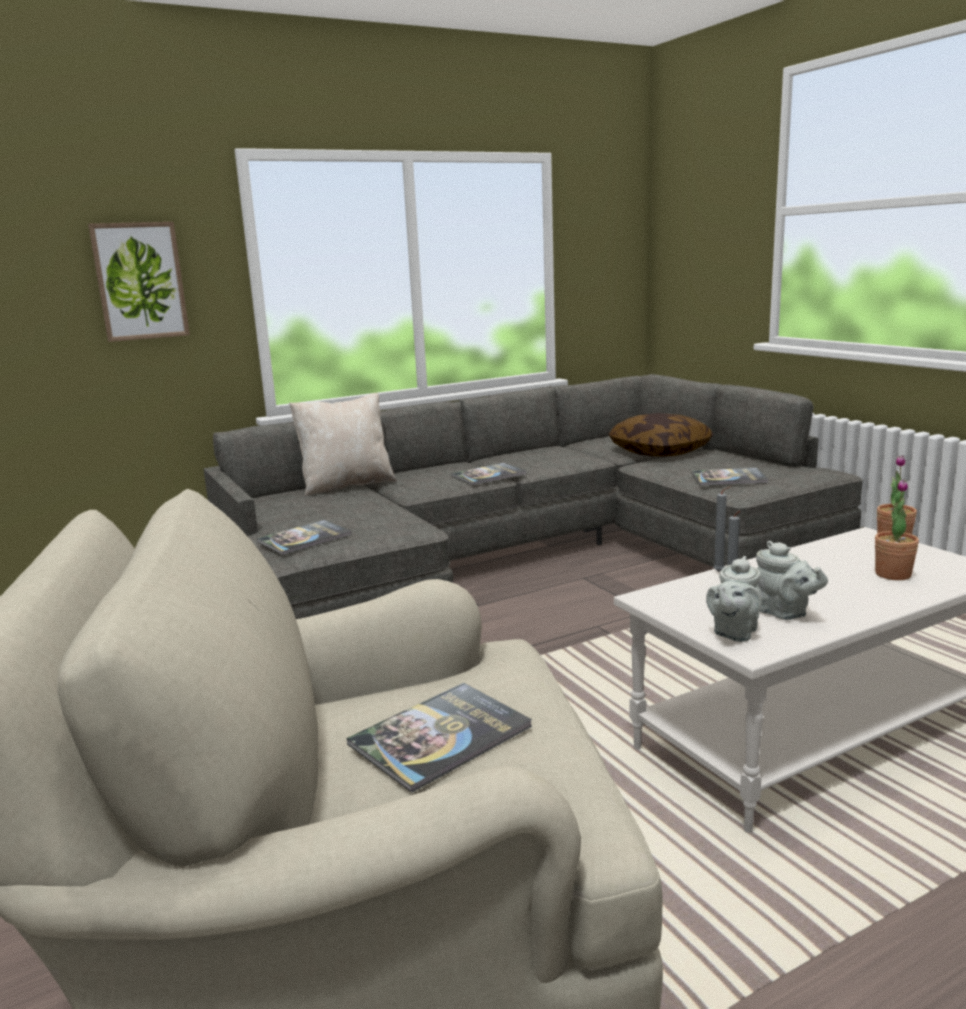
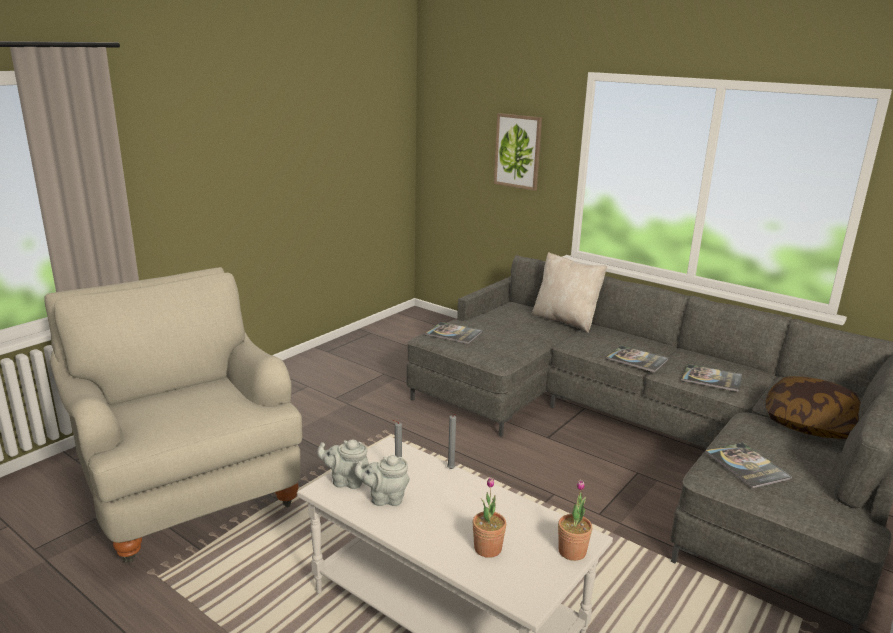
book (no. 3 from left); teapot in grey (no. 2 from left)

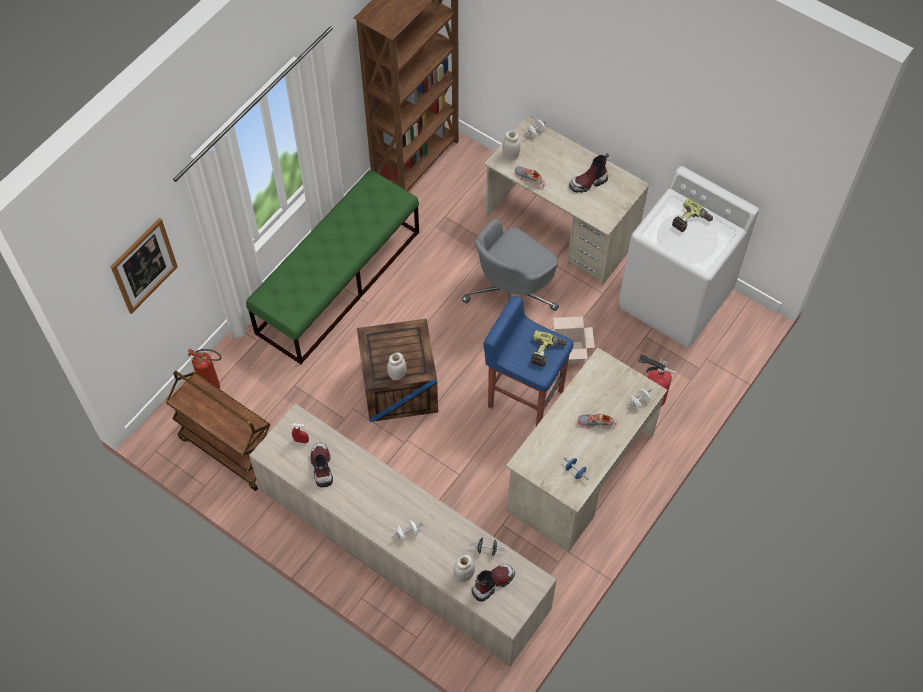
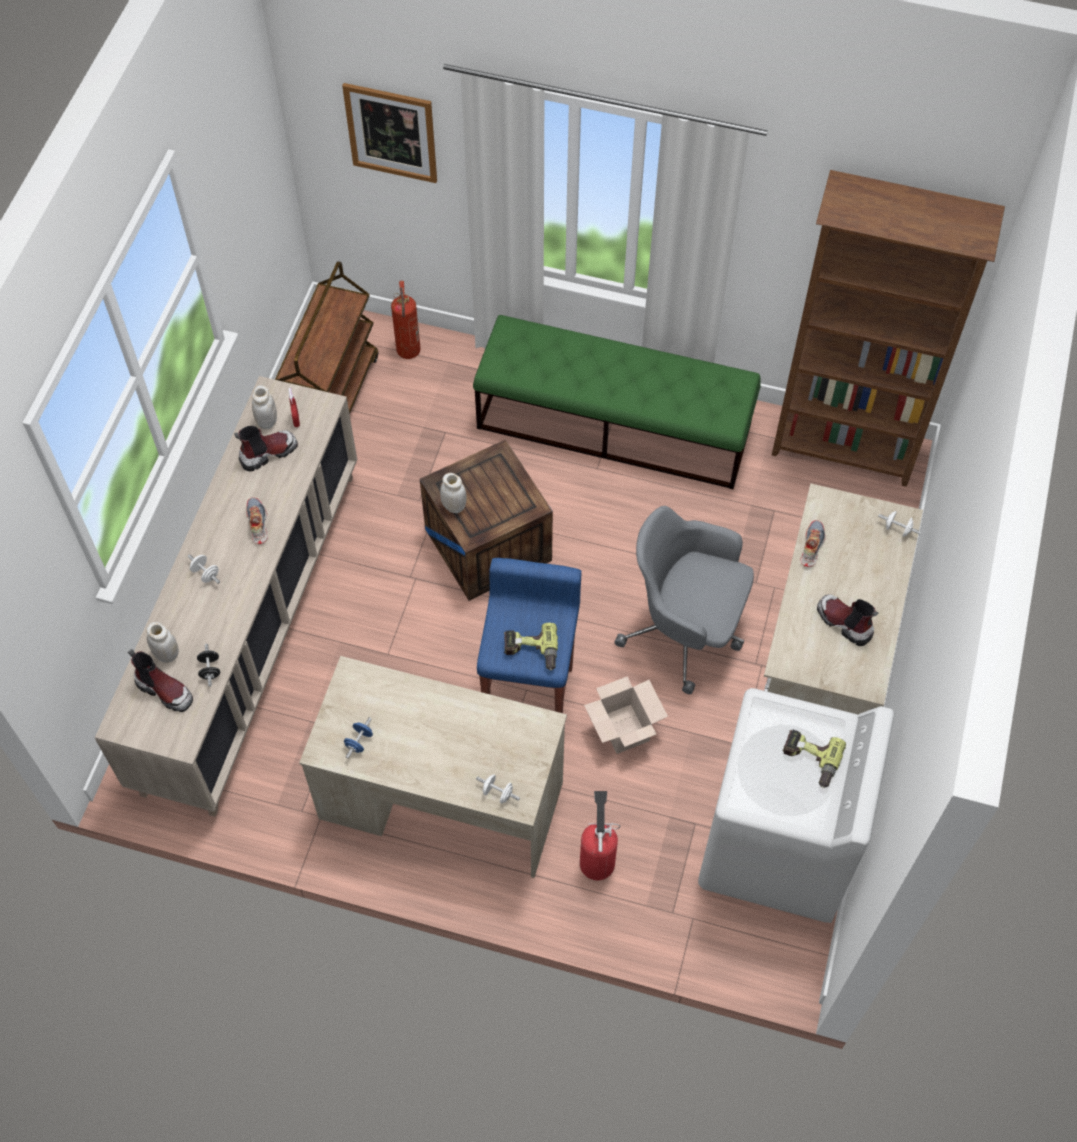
jar in white (no. 2 from left); shoe (no. 1 from left)

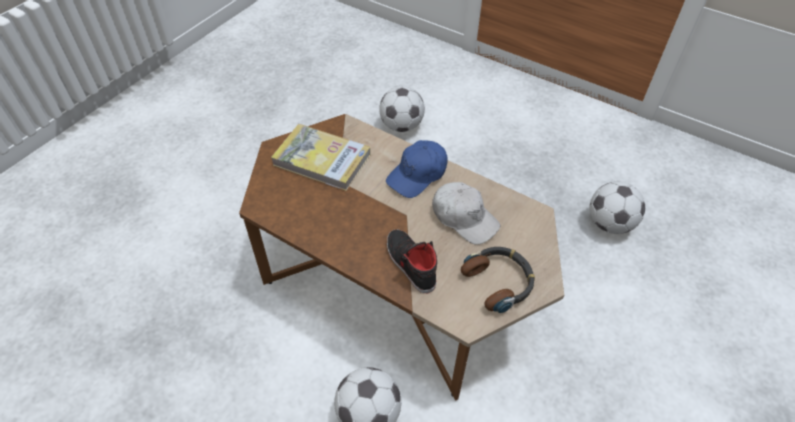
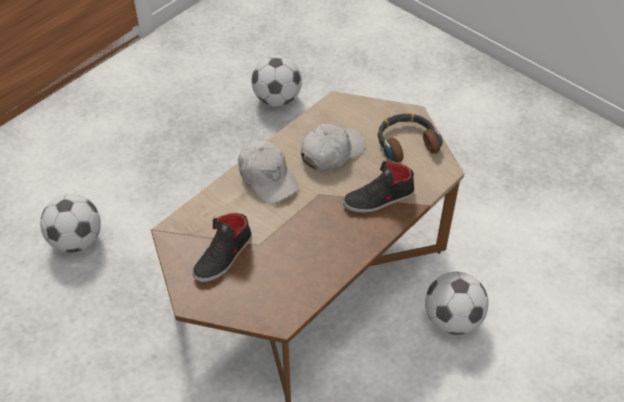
shoe in black (no. 1 from left); cap in white (no. 1 from left)

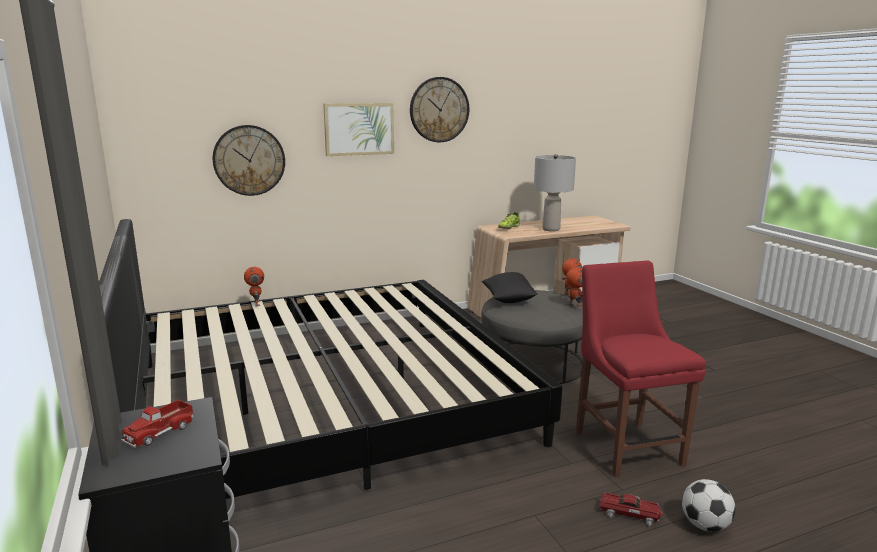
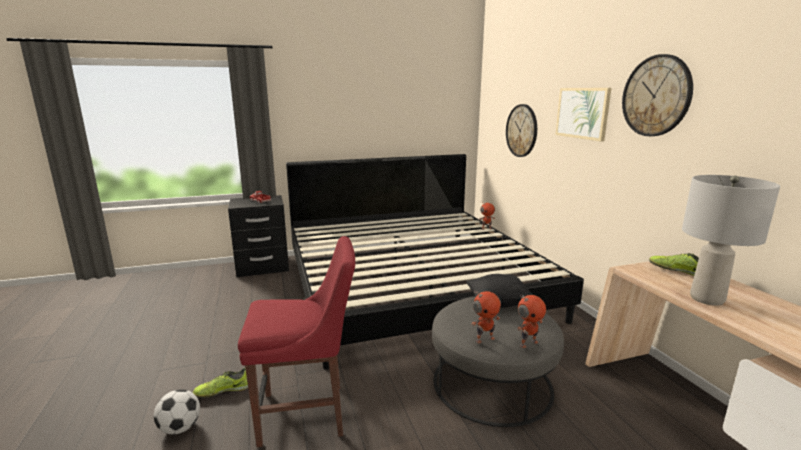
shoe (no. 1 from left)

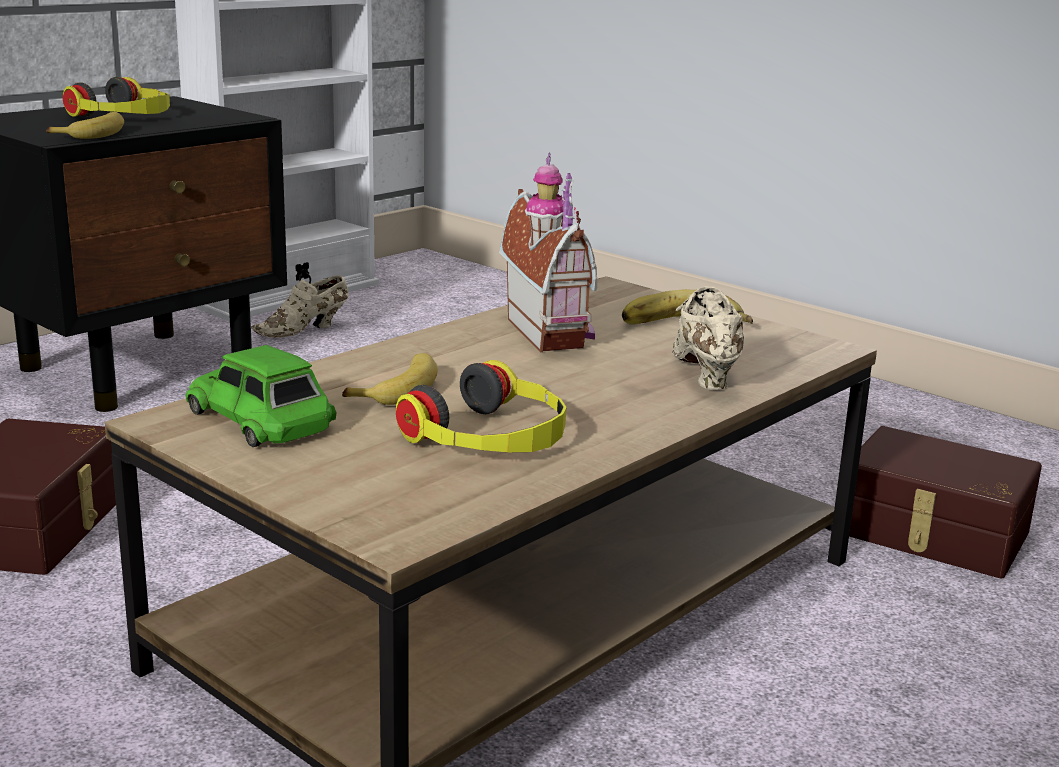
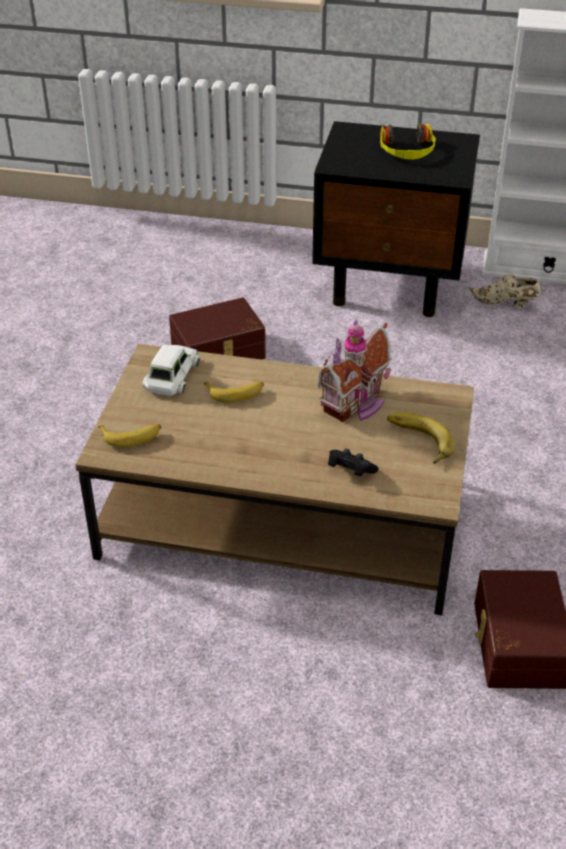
headphones (no. 2 from left in the first image); banana (no. 1 from left); game controller in black; toy car in white

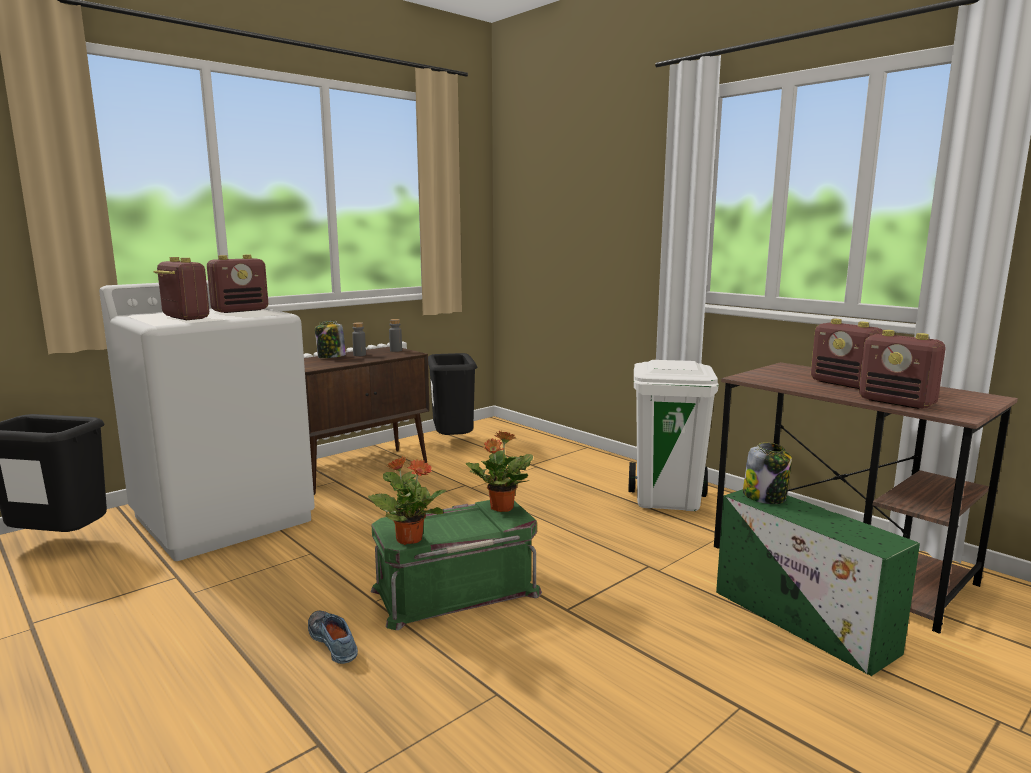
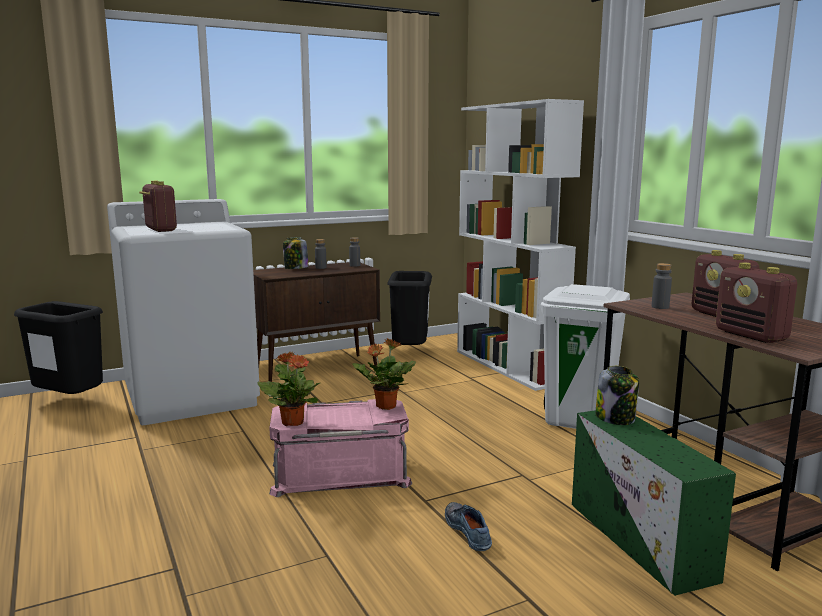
radio (no. 2 from left in the first image); bookcase in white; bottle in grey (no. 3 from left); shoe; storage box in pink

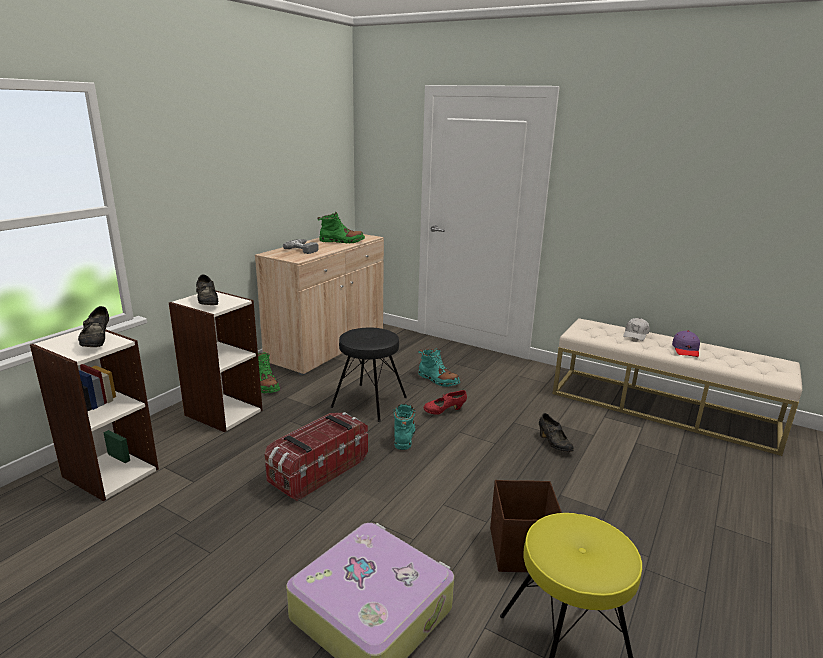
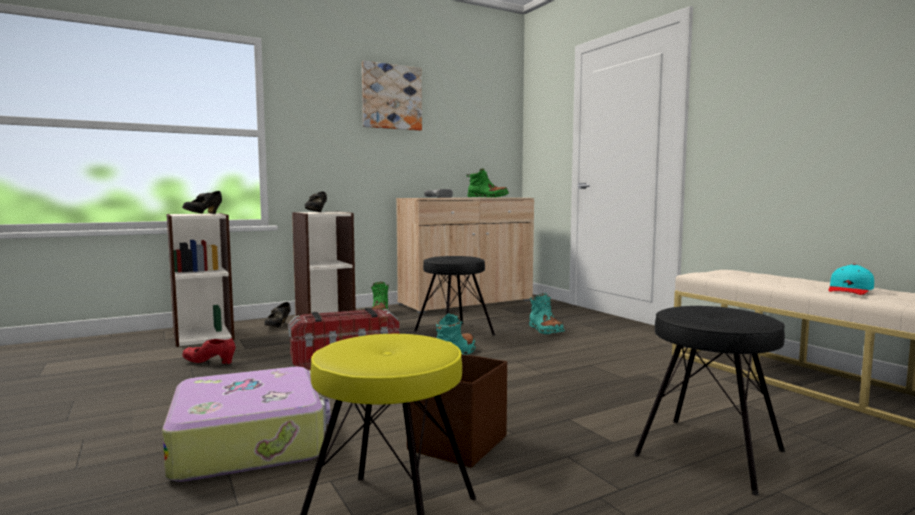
cap in white; picture; stool in black (no. 2 from left); shoe in red; shoe in black (no. 2 from left); cap in turquoise

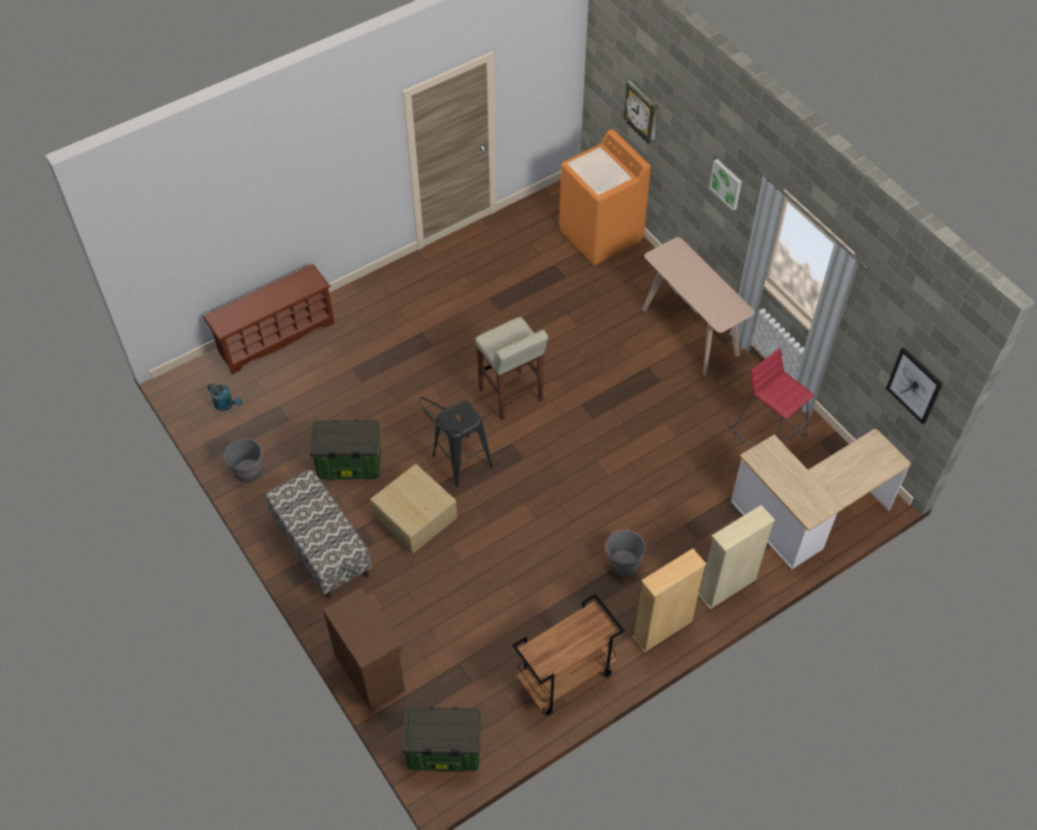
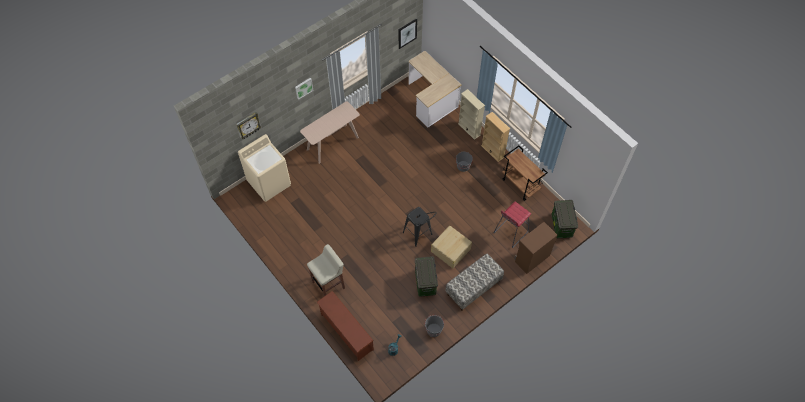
stool in beige; stool in red; washing machine in beige

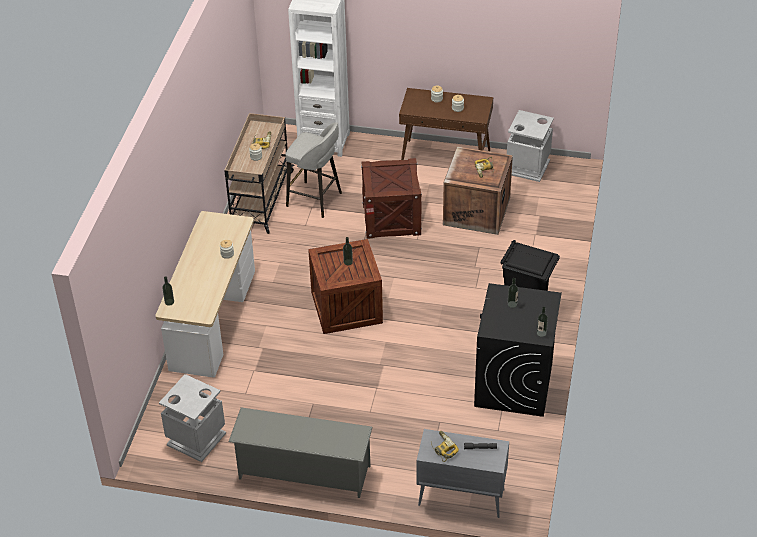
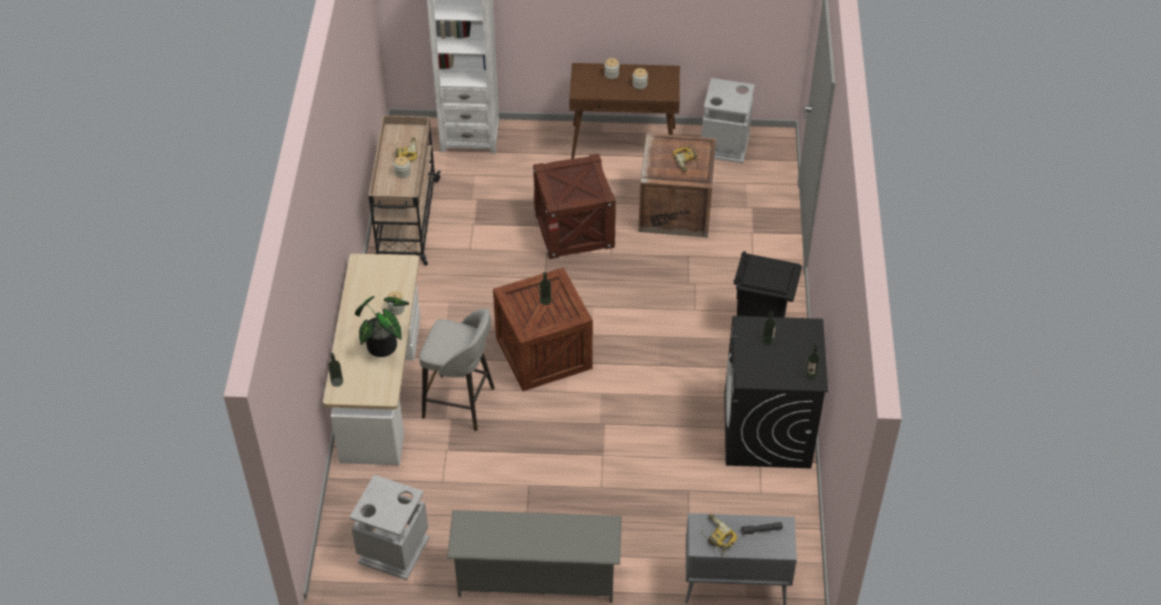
potted plant; stool in grey

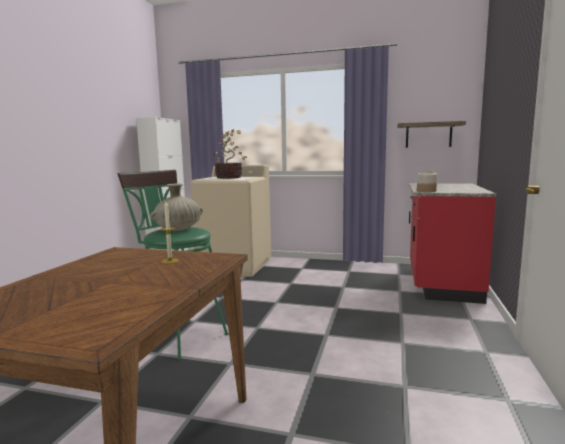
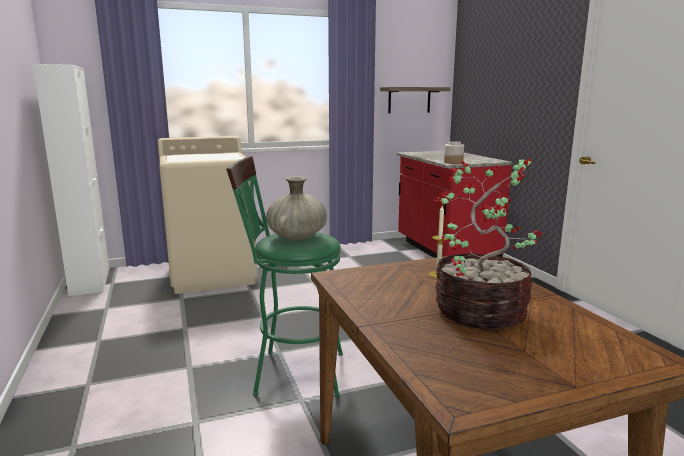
potted plant

